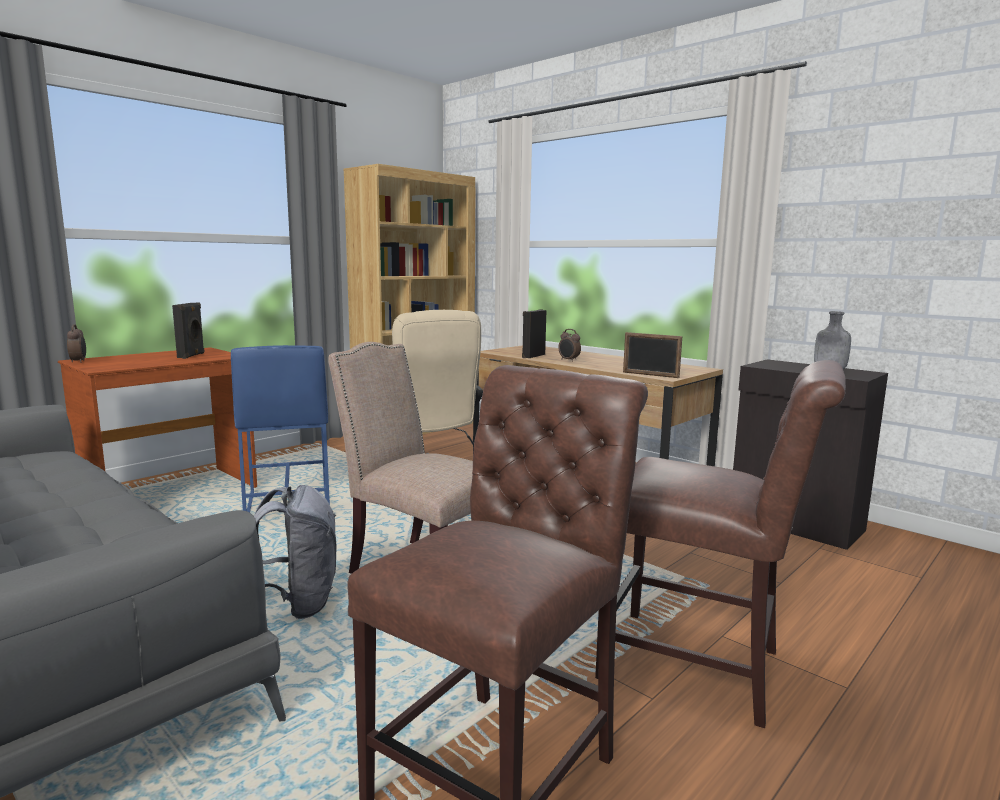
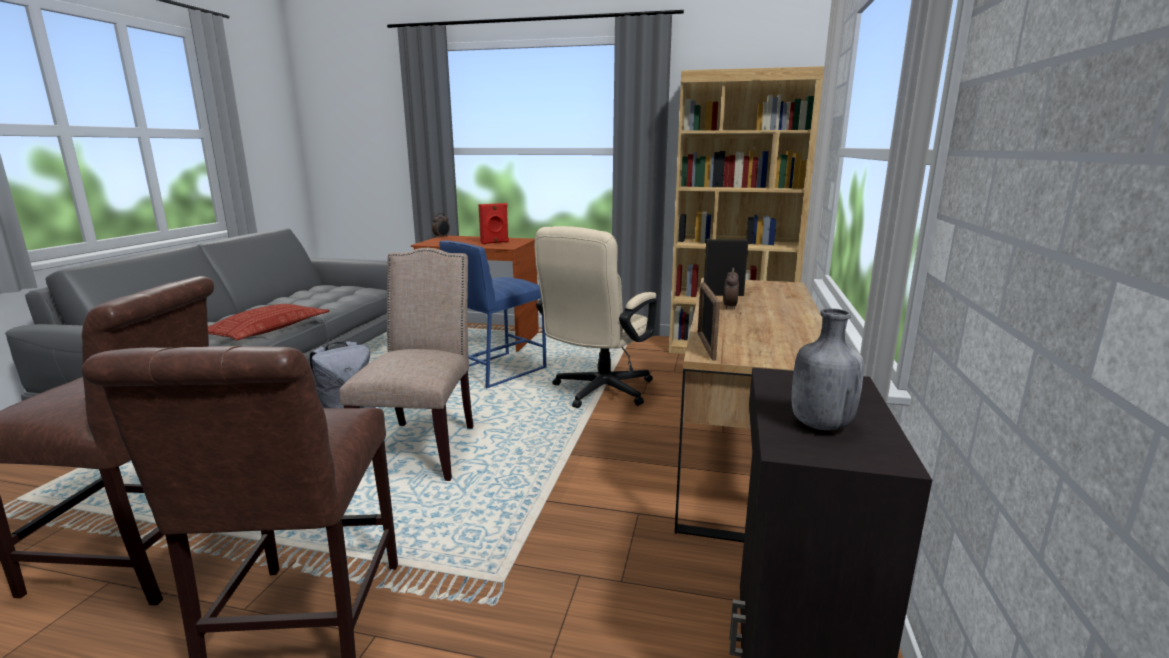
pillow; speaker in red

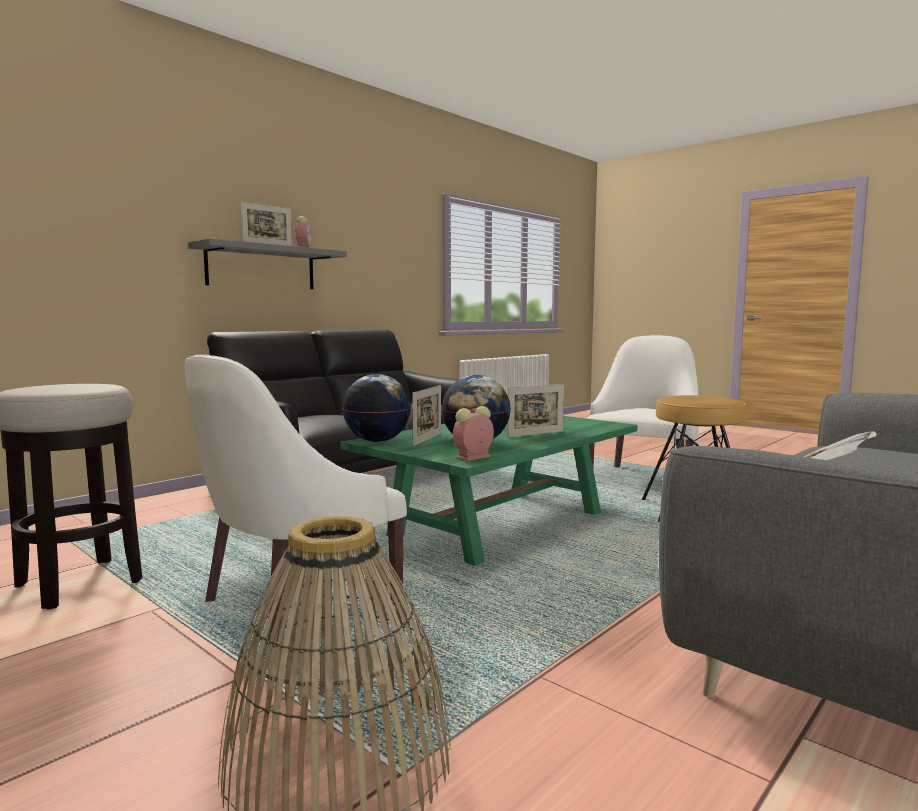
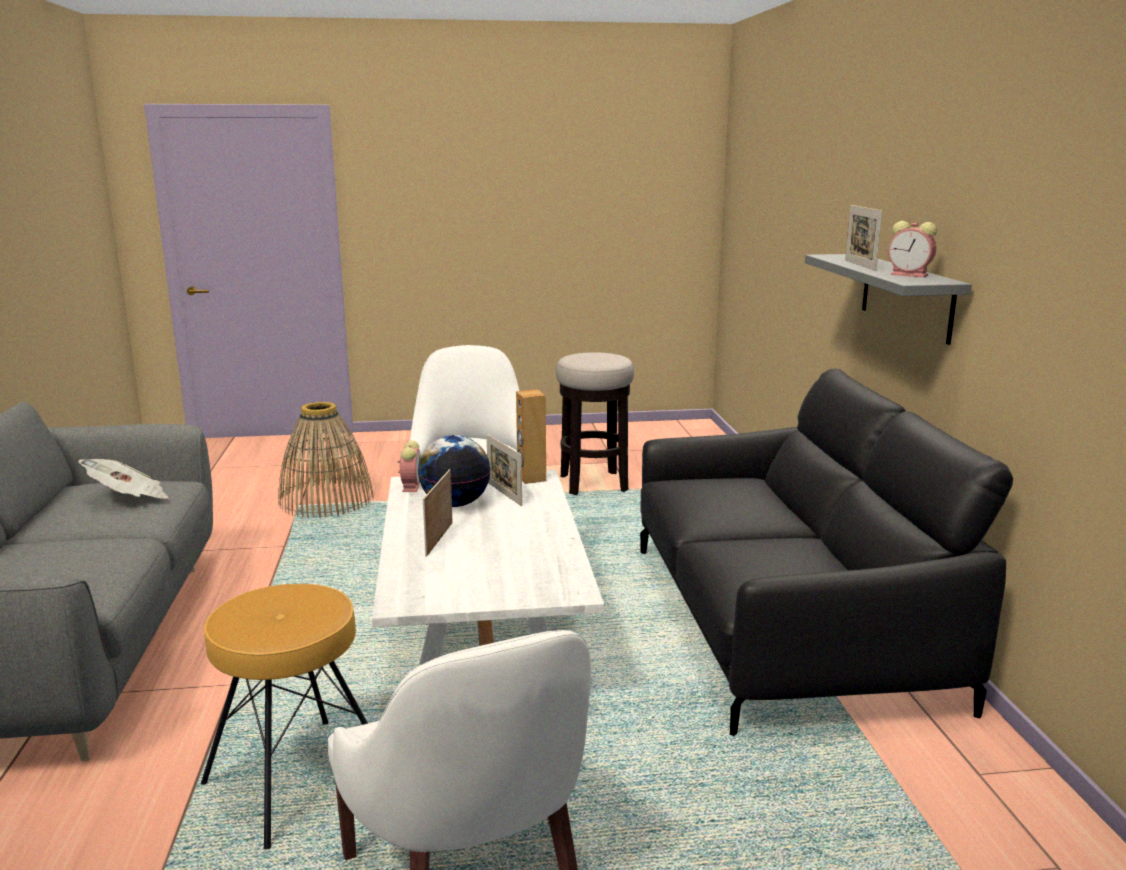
speaker in brown; coffee table in white

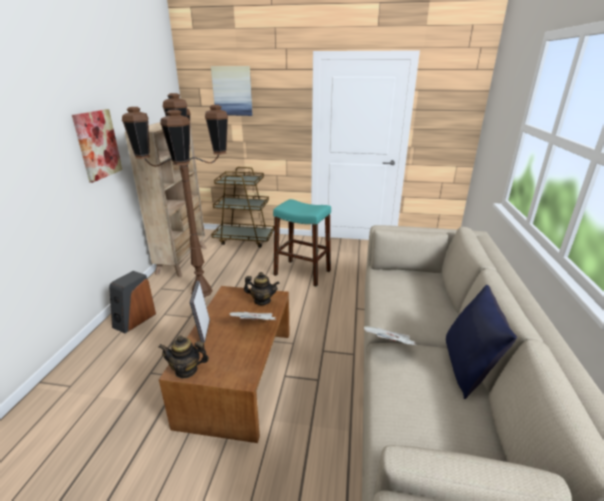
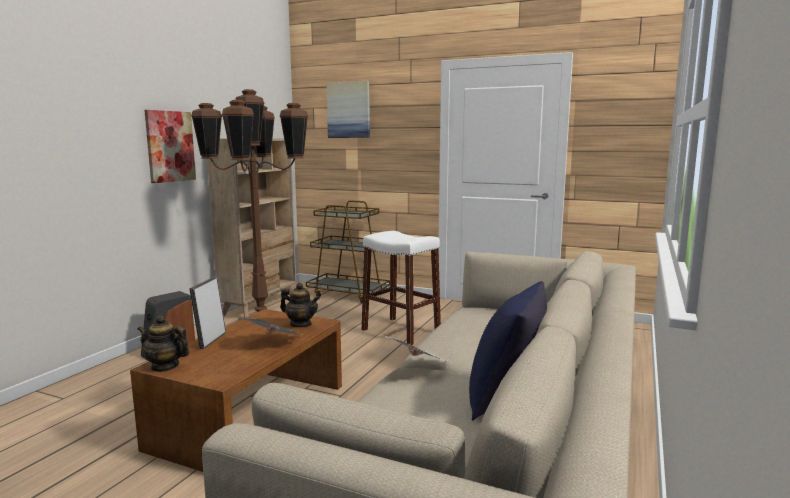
stool in white

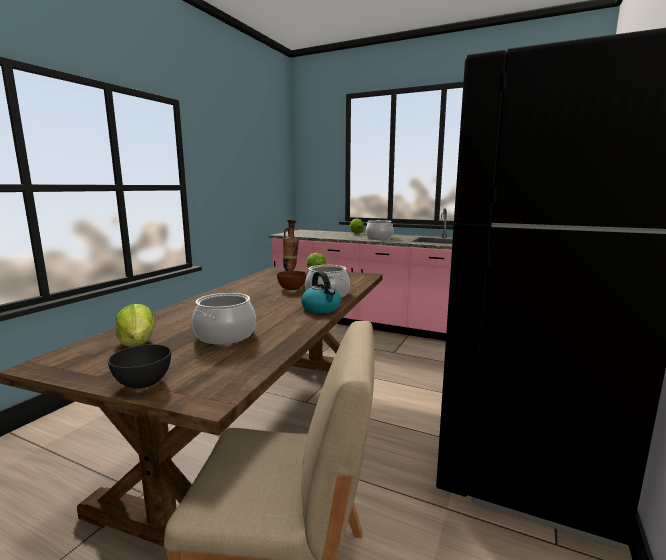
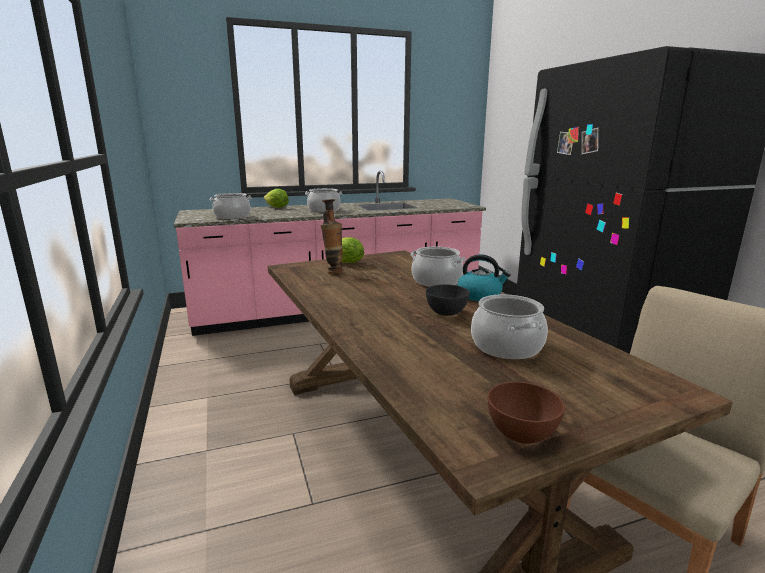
lettuce (no. 1 from left in the first image); cooking pot (no. 1 from left); bowl in grey; bowl in brown

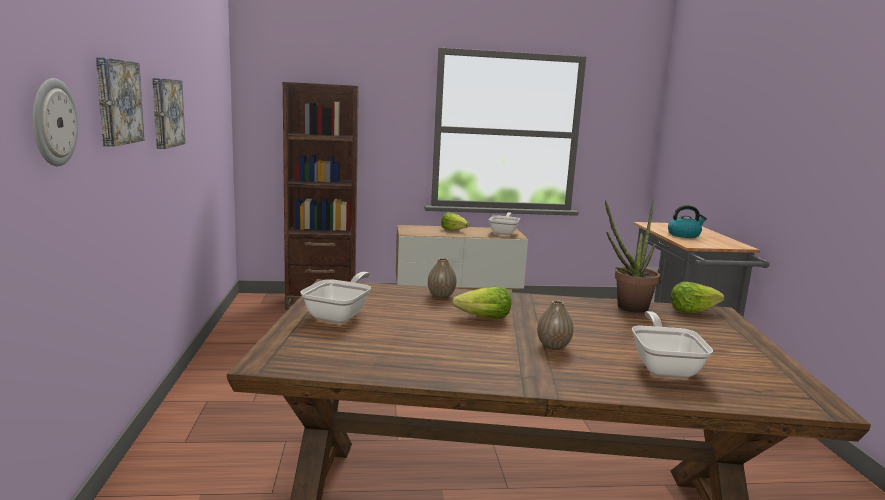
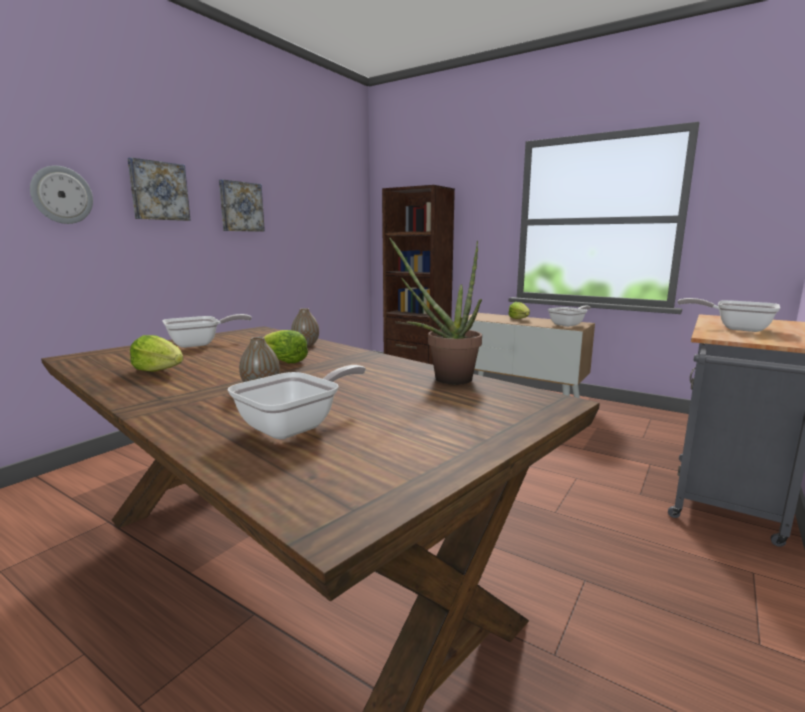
lettuce (no. 1 from left); frying pan (no. 4 from left)

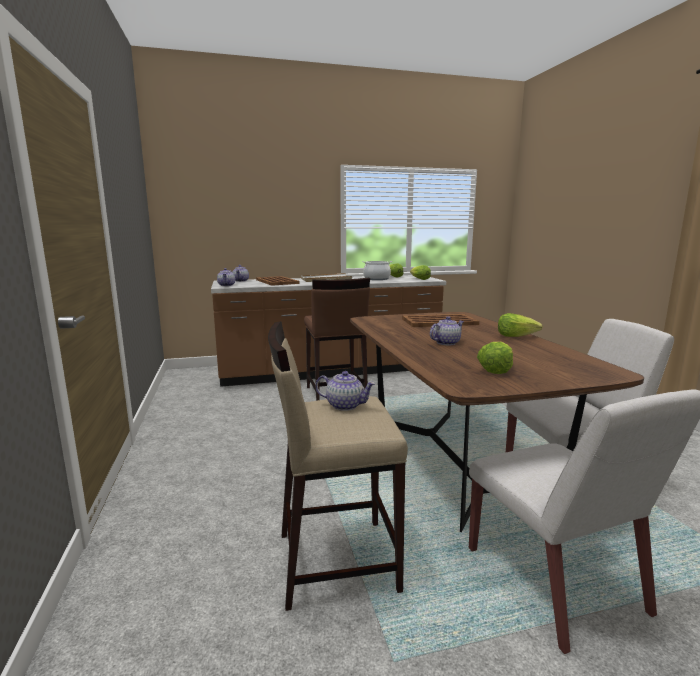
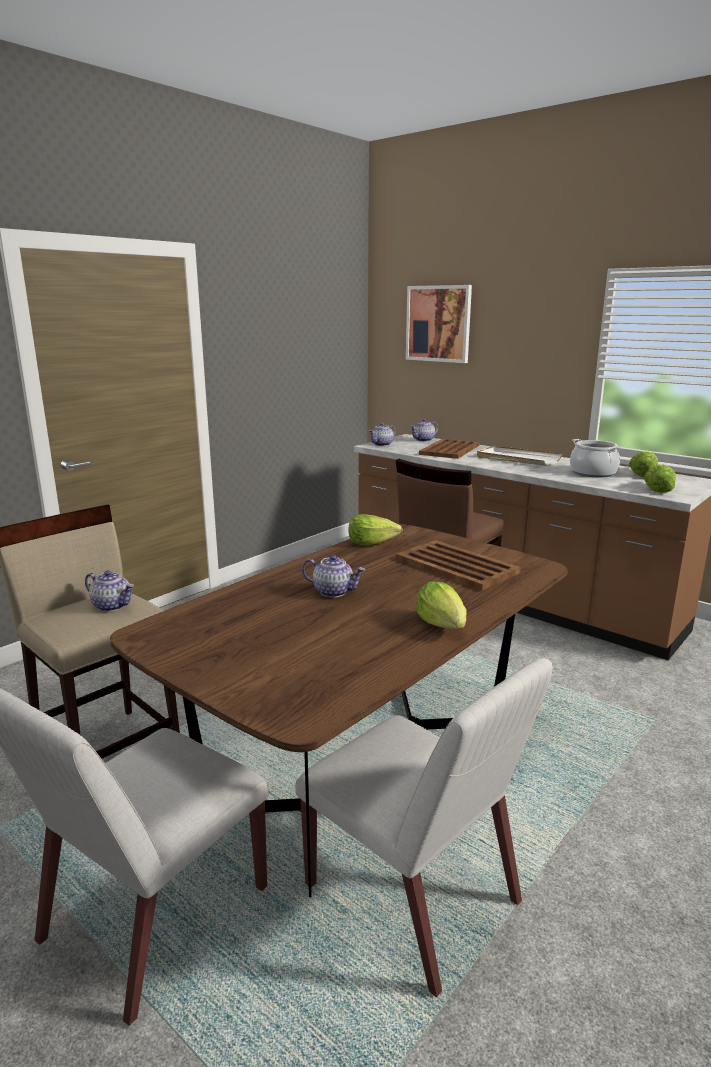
picture; lettuce (no. 1 from left); teapot (no. 1 from left)

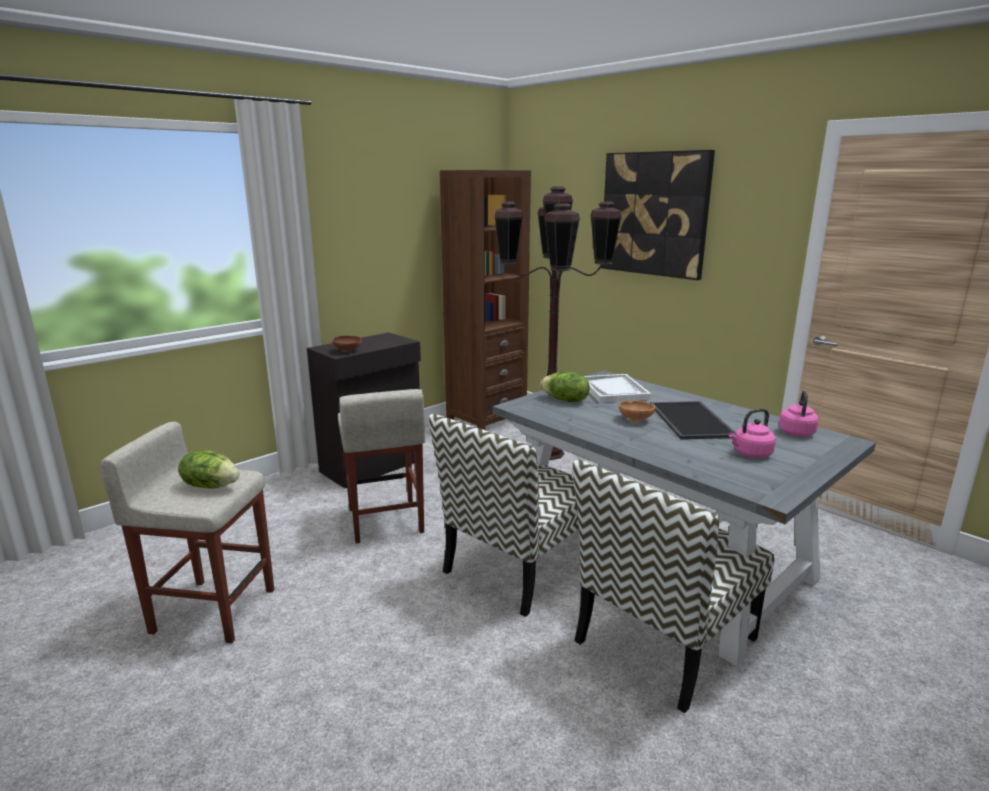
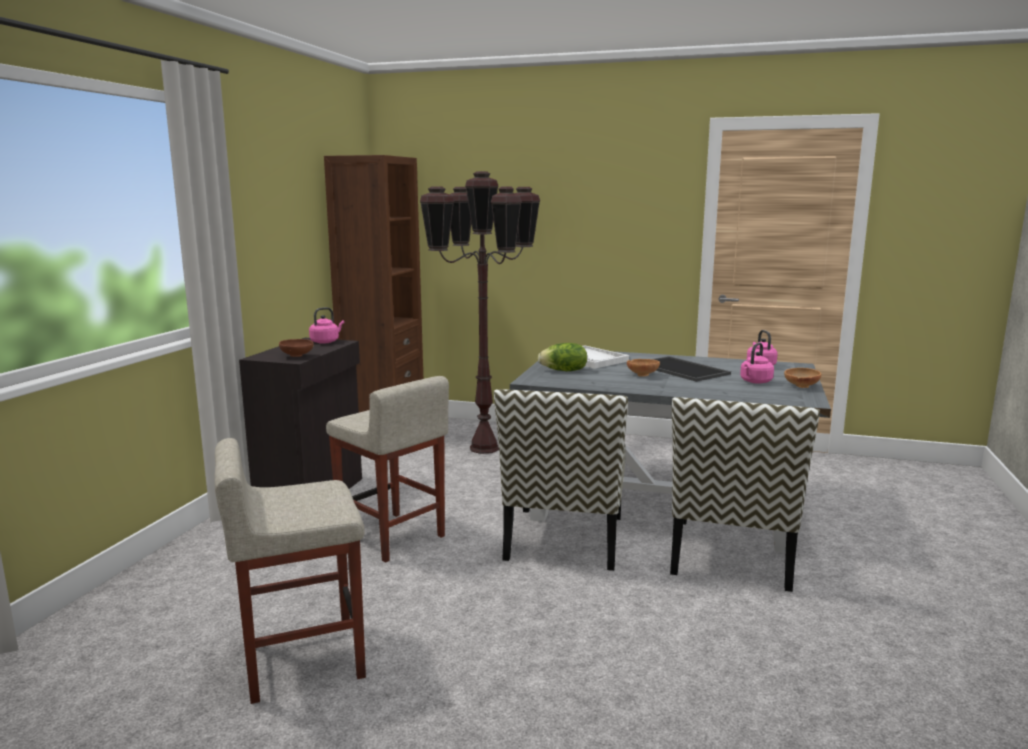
lettuce (no. 1 from left in the first image); picture; kettle in pink (no. 1 from left); bowl in brown (no. 3 from left)

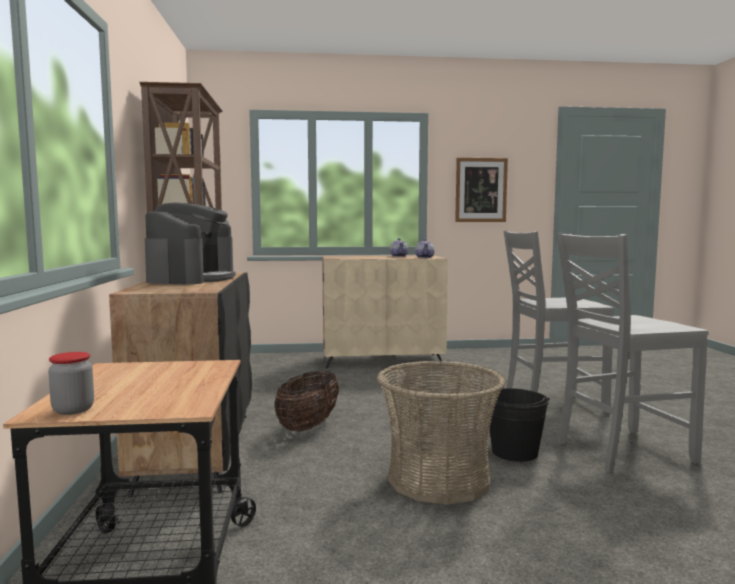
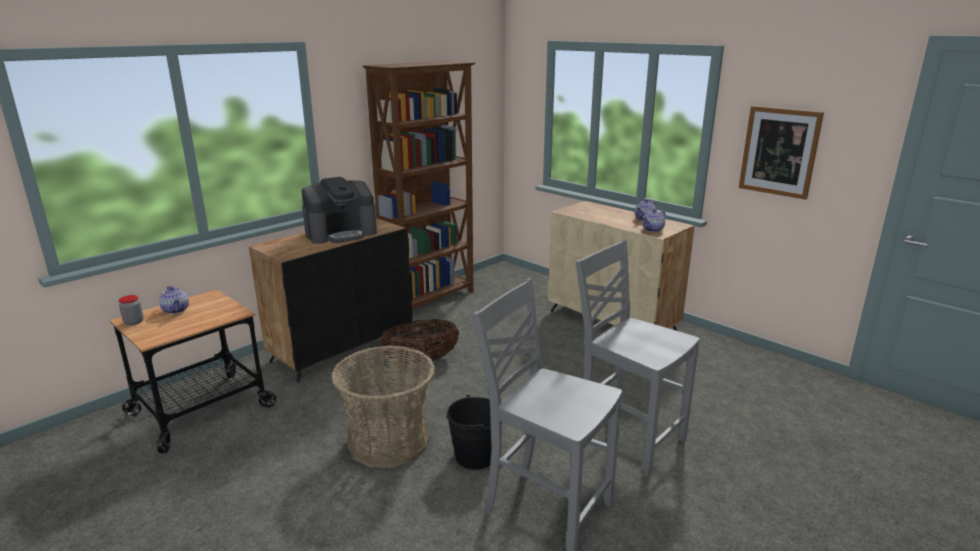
teapot (no. 1 from left)

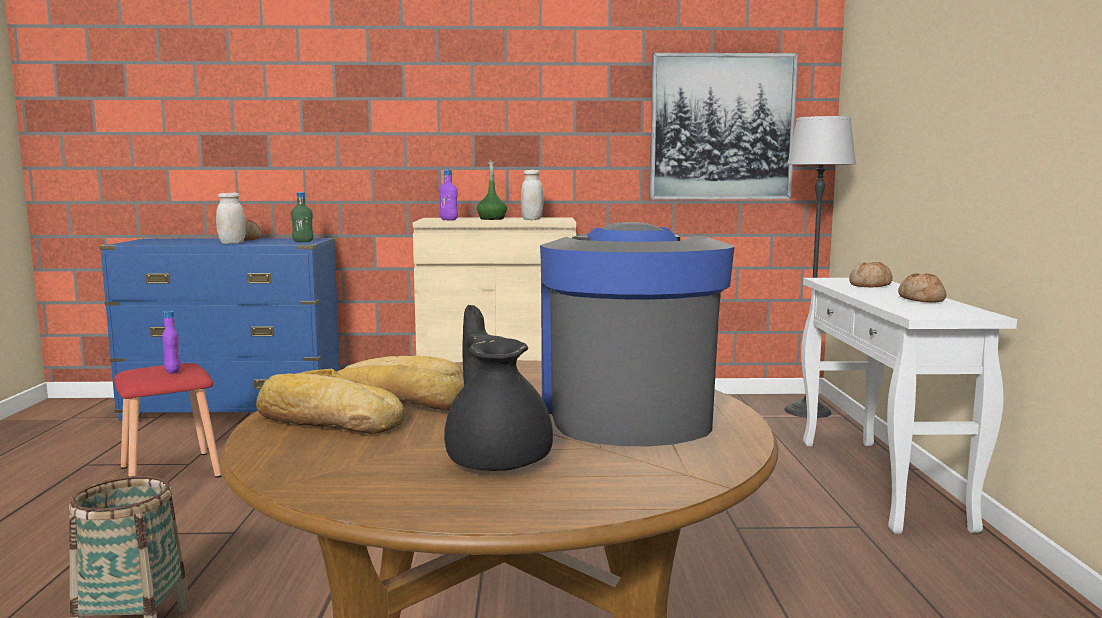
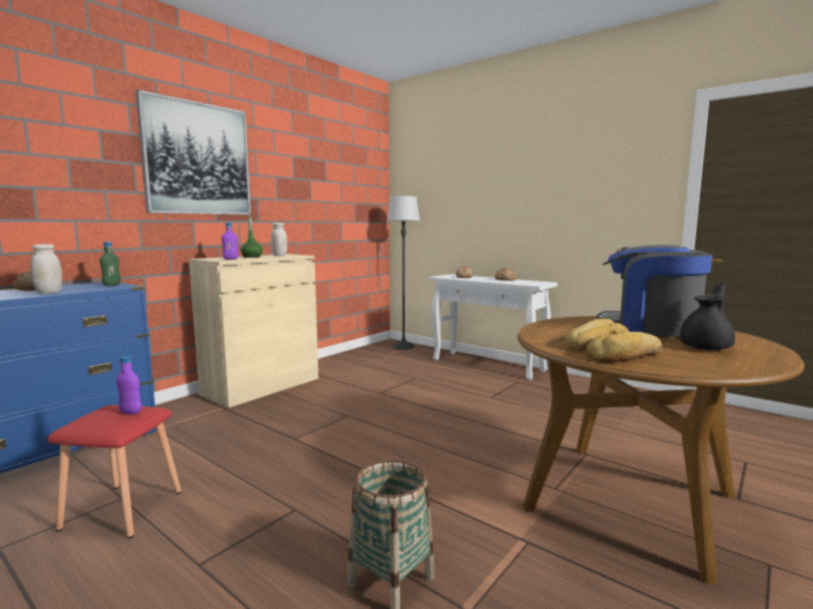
picture; teapot in black

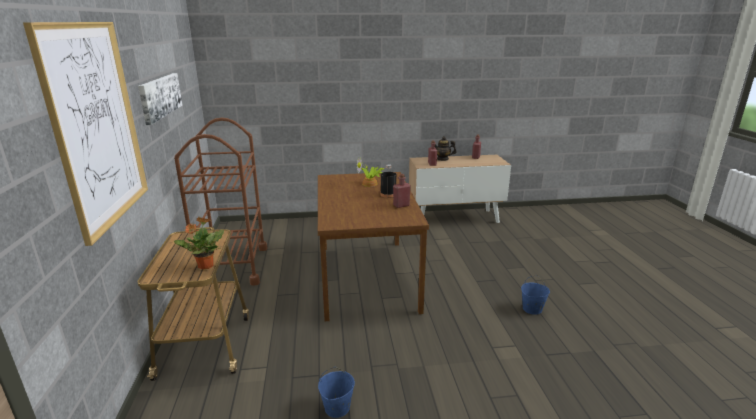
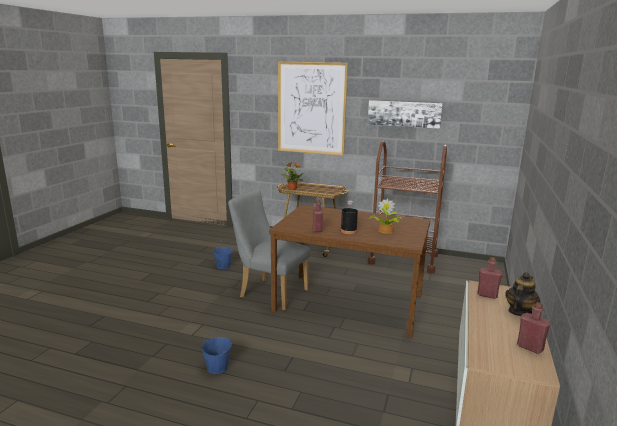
chair in grey

